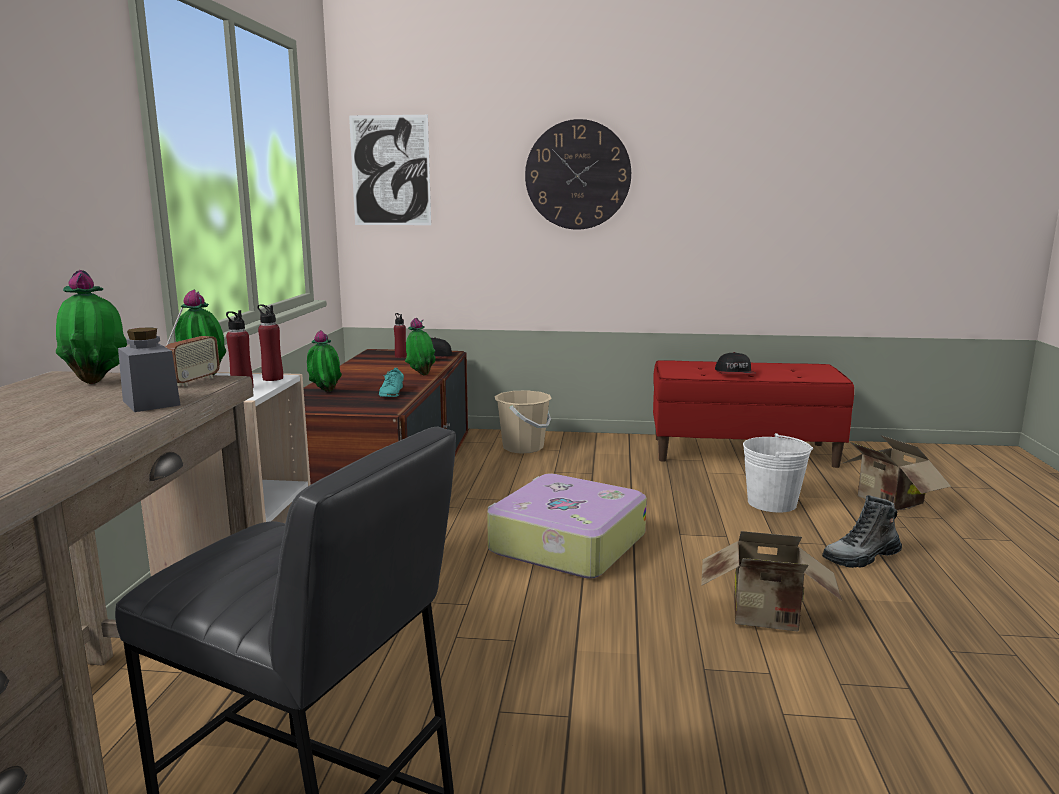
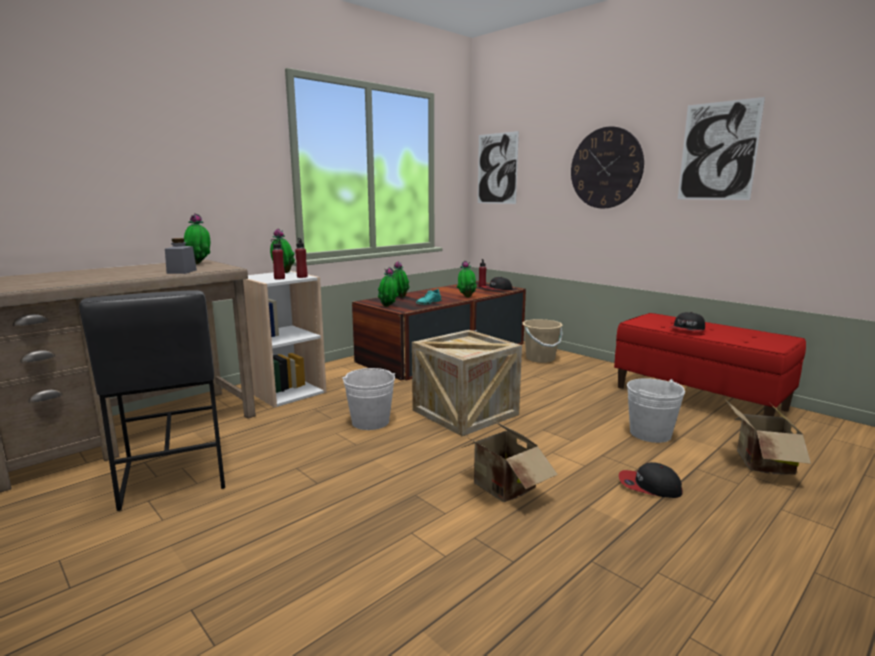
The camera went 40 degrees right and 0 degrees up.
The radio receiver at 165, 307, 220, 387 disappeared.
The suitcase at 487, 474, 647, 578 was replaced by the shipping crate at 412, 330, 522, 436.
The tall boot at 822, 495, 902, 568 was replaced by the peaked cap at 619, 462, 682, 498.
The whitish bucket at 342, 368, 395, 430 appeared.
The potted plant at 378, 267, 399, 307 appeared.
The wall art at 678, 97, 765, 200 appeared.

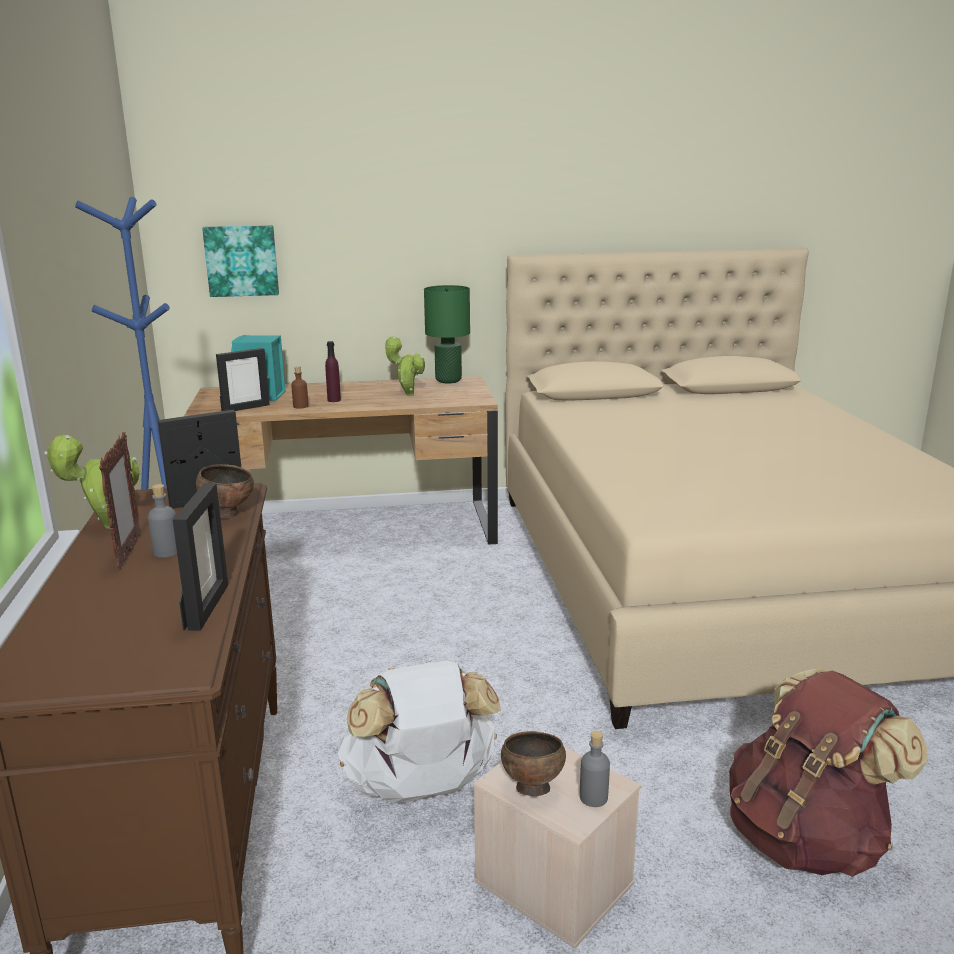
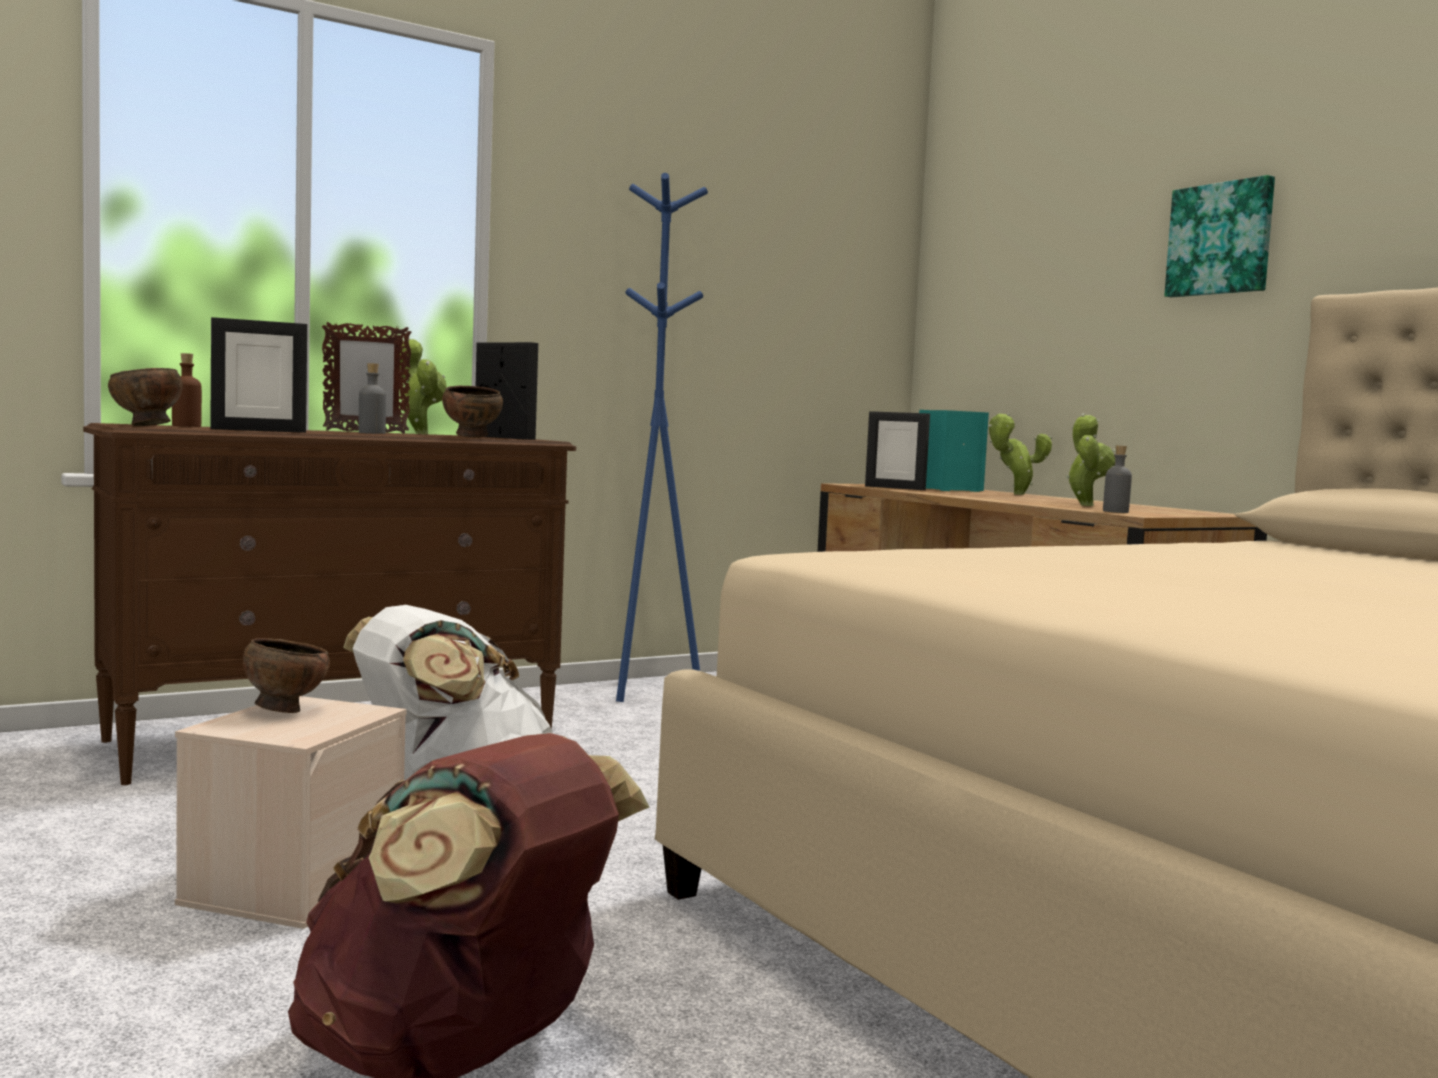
The camera went 65 degrees right and 15 degrees down.
The wall art moved from 202, 225, 279, 297 to 1164, 175, 1275, 298.
The brownish bottle moved from 291, 366, 309, 409 to 172, 353, 202, 427.
The purplish bottle at 325, 341, 341, 402 disappeared.
The greenish tabletop lamp at 424, 285, 470, 384 disappeared.
The gray bottle moved from 580, 731, 610, 807 to 1103, 445, 1132, 513.
The brownish deep dish at 108, 368, 183, 426 appeared.
The potted plant at 988, 413, 1052, 495 appeared.

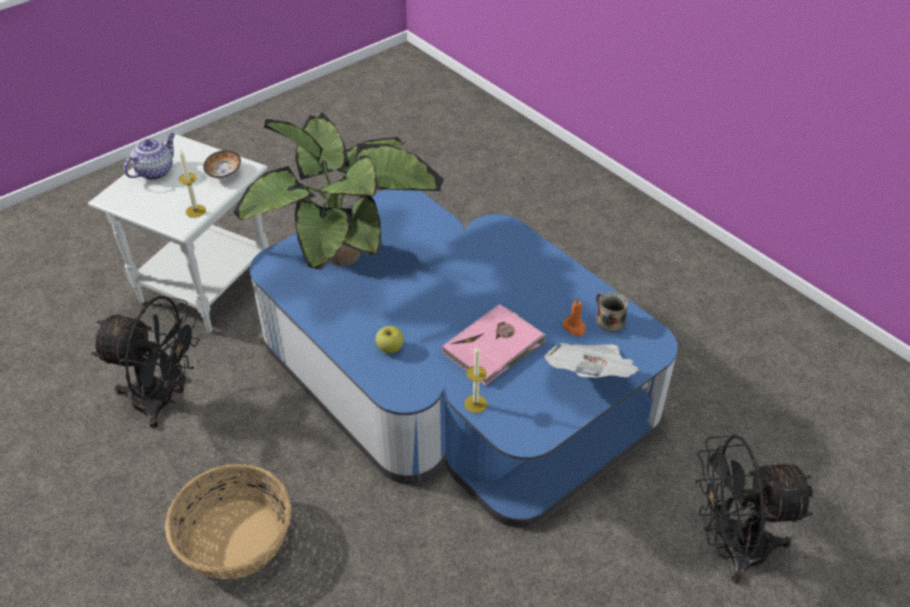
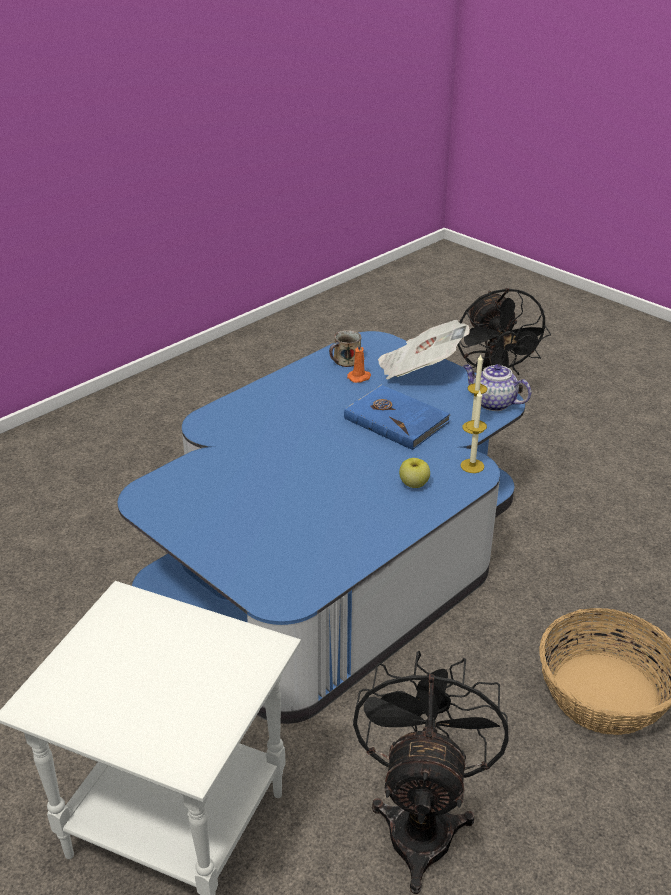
The camera went 95 degrees left and 10 degrees down.
The pot for tea moved from 124, 133, 175, 180 to 463, 364, 531, 411.
The candle moved from 179, 149, 206, 218 to 461, 391, 487, 473.
The deep dish at 203, 150, 241, 179 disappeared.
The potted plant at 233, 112, 444, 270 disappeared.
The pink book at 442, 304, 547, 386 became the bluish book at 344, 385, 451, 450.

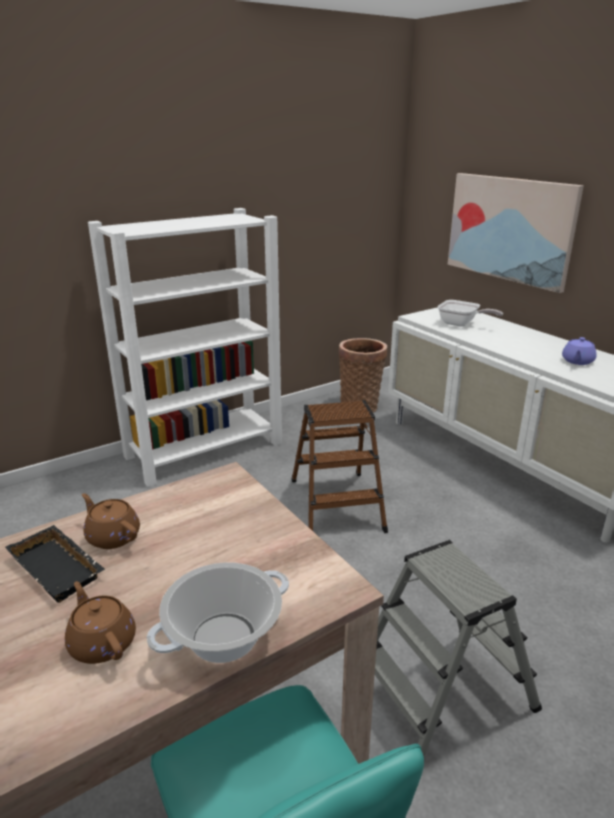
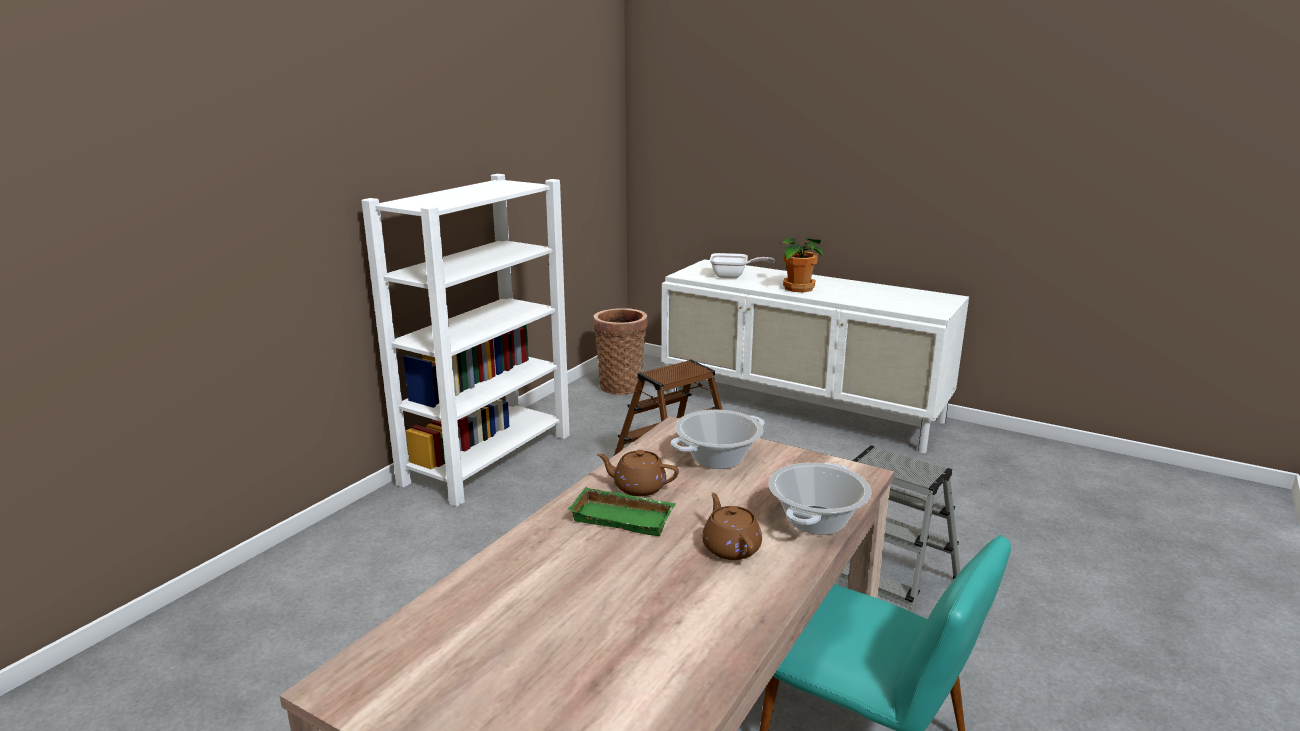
The camera went 25 degrees left and 5 degrees down.
The black-coloured serving tray at 5, 525, 105, 603 became the greenish serving tray at 567, 487, 676, 536.
The brownish pot for tea at 65, 581, 136, 664 turned 45 degrees clockwise.
The wall art at 448, 173, 584, 293 disappeared.
The purplish pot for tea at 562, 337, 596, 365 disappeared.
The saucepot at 671, 410, 764, 469 appeared.
The potted plant at 782, 237, 823, 293 appeared.

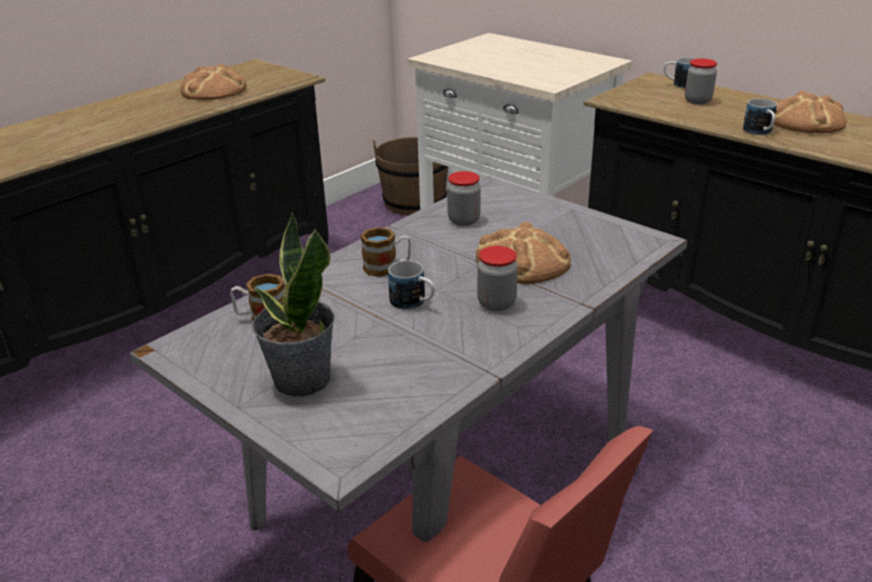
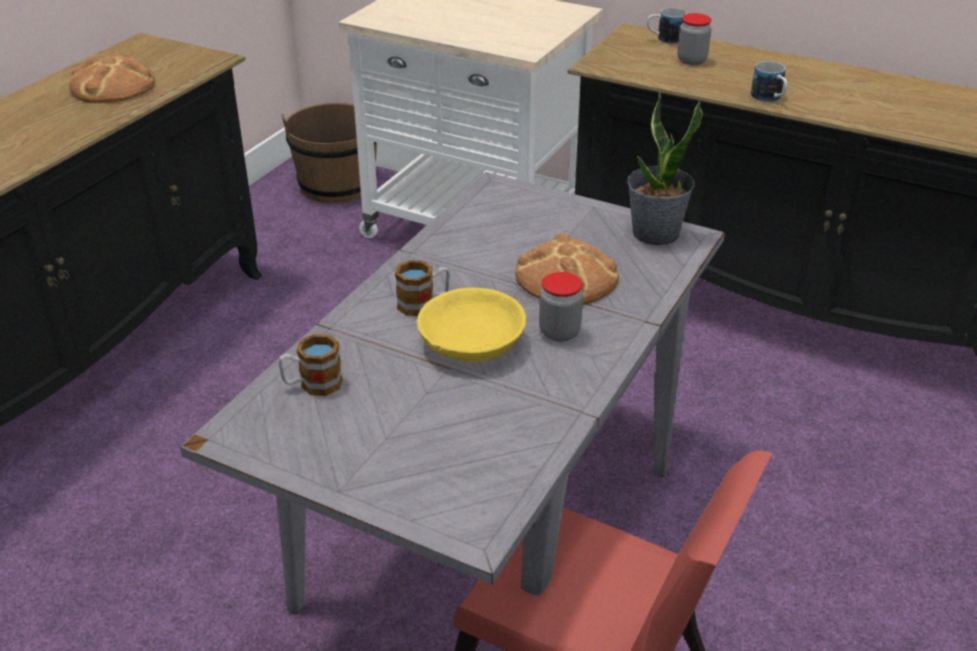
The camera went 15 degrees left and 5 degrees up.
The potted plant moved from 252, 213, 334, 397 to 627, 91, 703, 245.
The coffee mug at 388, 260, 435, 310 was replaced by the yellow deep dish at 417, 288, 526, 362.
The preserve jar at 447, 171, 481, 226 disappeared.
The bakery bread at 774, 91, 847, 133 disappeared.

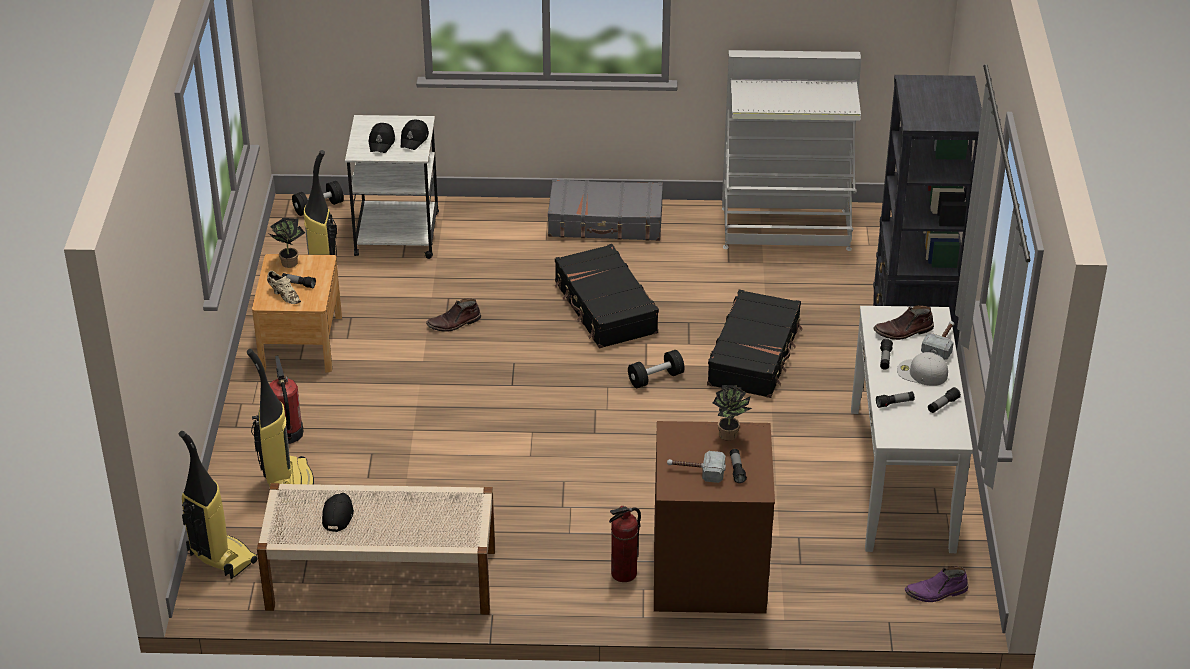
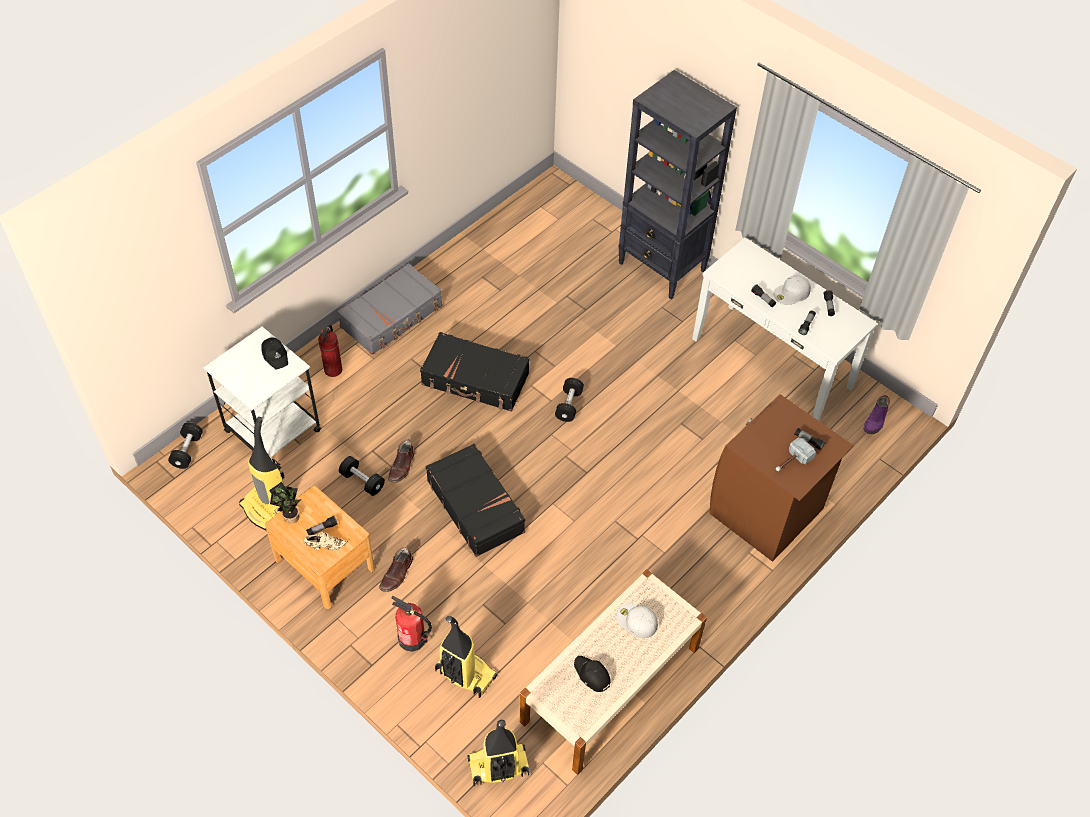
The camera went 50 degrees left and 15 degrees up.
The black-coloured peaked cap at 369, 123, 395, 153 disappeared.
The fire-fighting cylinder moved from 609, 506, 641, 582 to 318, 325, 342, 377.
The black-coloured suitcase moved from 707, 289, 803, 398 to 426, 444, 525, 557.
The potted plant at 713, 385, 752, 441 disappeared.
The whitish shoe stand at 722, 50, 861, 251 disappeared.
The brownish tall boot moved from 873, 305, 934, 340 to 379, 547, 413, 592.
The hammer at 921, 321, 954, 360 disappeared.
The black-coloured dumbbell at 339, 456, 385, 496 appeared.
The whitish peaked cap at 616, 603, 658, 638 appeared.

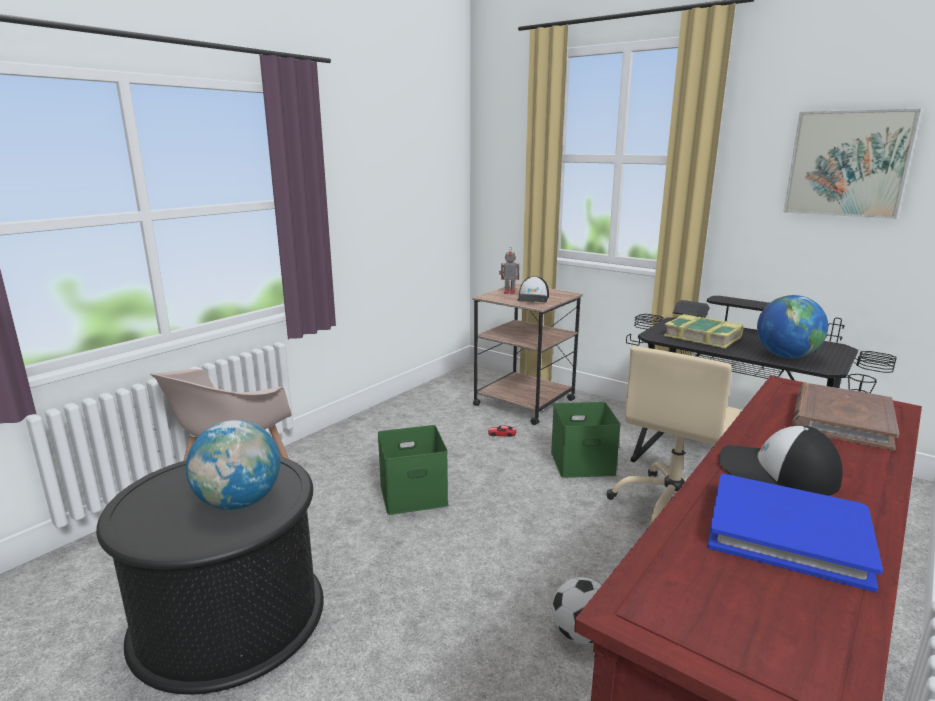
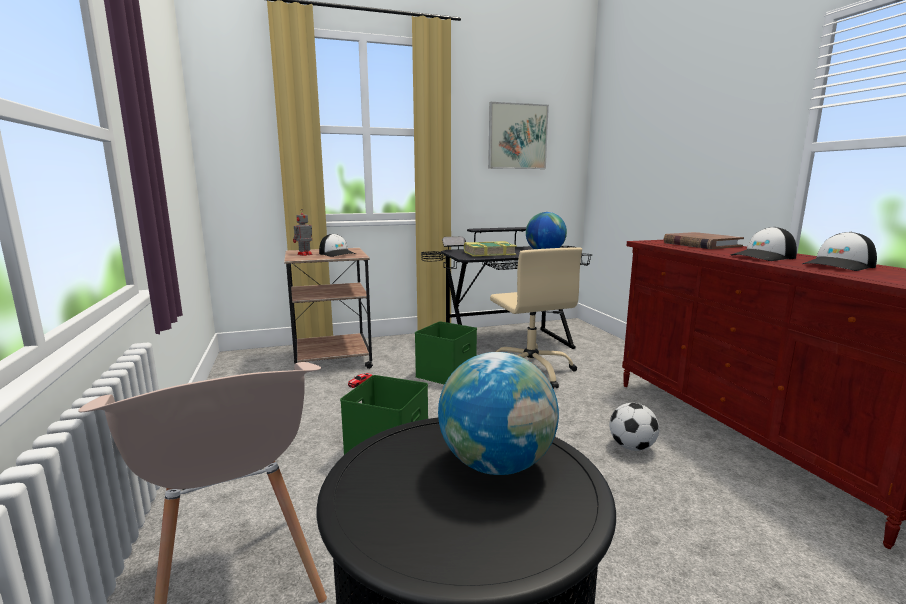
The camera went 55 degrees left and 5 degrees down.
The bluish book at 708, 474, 883, 593 was replaced by the peaked cap at 802, 232, 877, 271.

